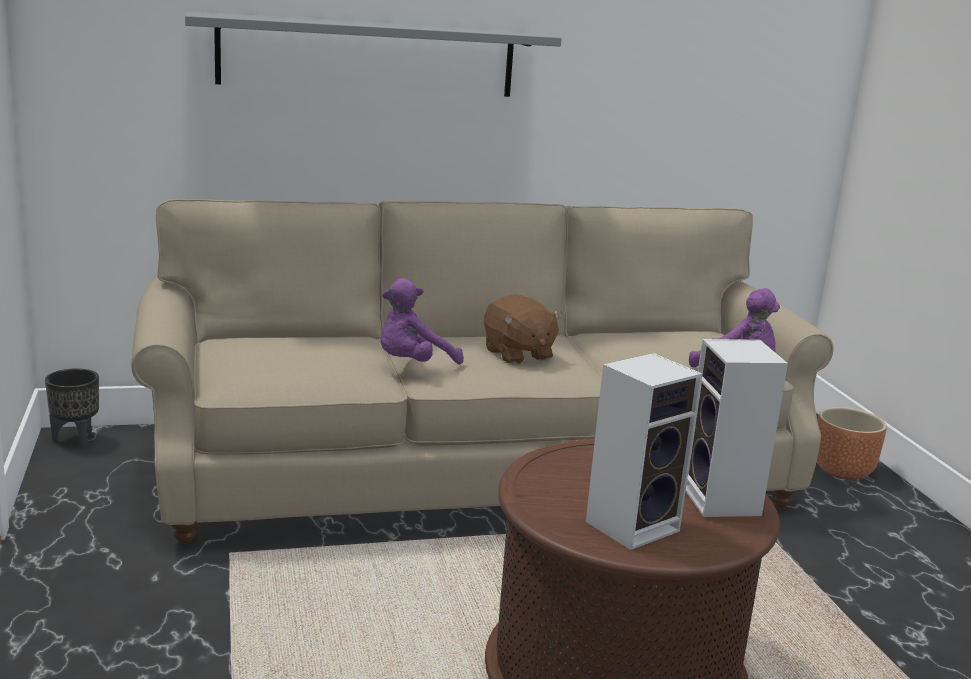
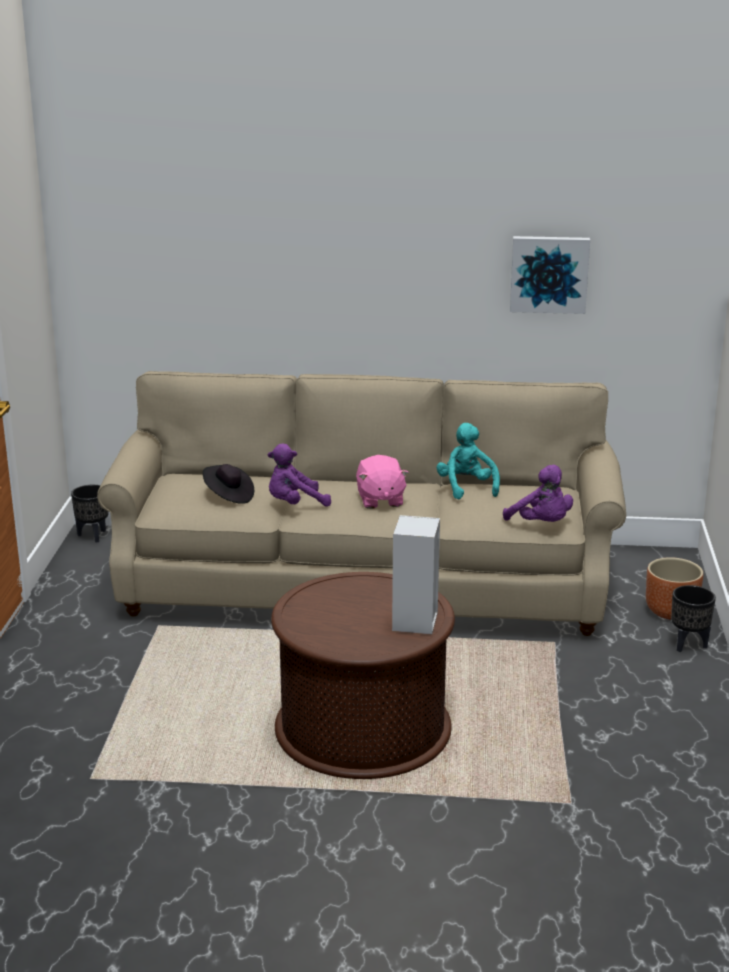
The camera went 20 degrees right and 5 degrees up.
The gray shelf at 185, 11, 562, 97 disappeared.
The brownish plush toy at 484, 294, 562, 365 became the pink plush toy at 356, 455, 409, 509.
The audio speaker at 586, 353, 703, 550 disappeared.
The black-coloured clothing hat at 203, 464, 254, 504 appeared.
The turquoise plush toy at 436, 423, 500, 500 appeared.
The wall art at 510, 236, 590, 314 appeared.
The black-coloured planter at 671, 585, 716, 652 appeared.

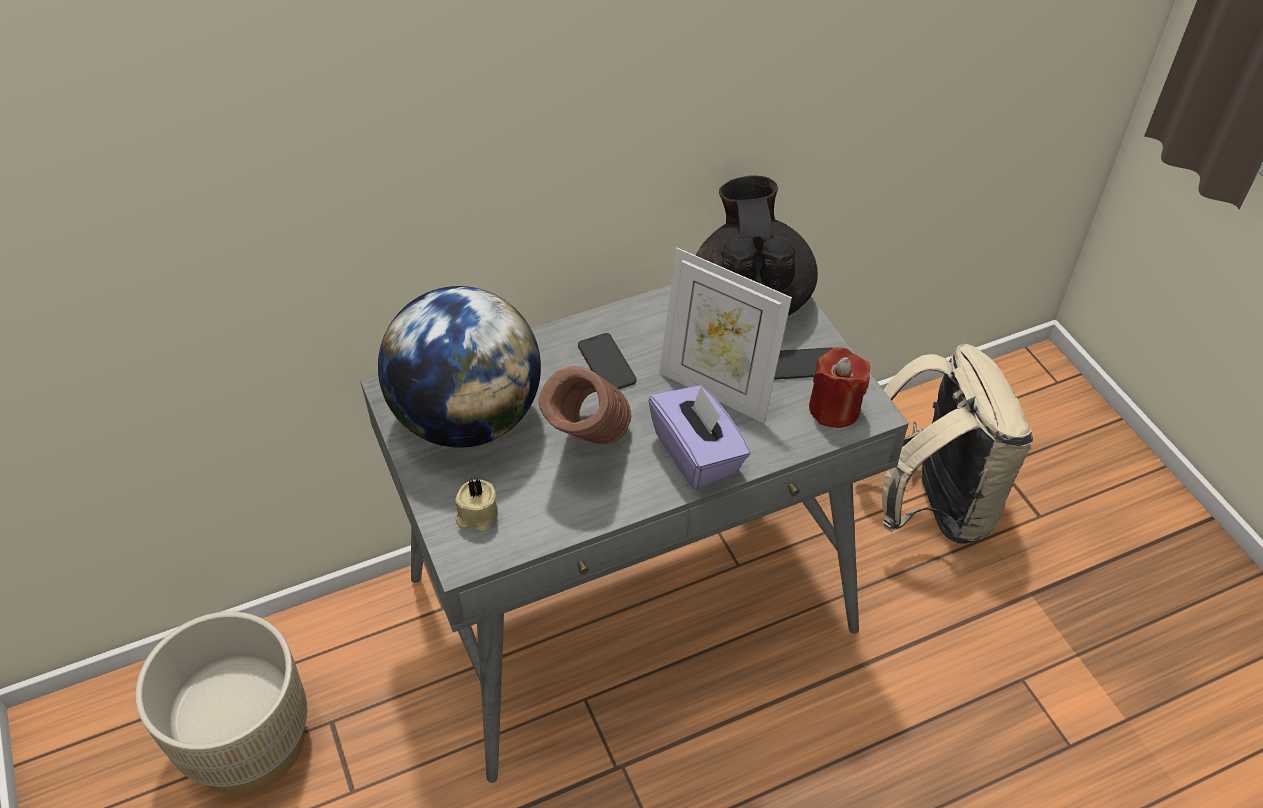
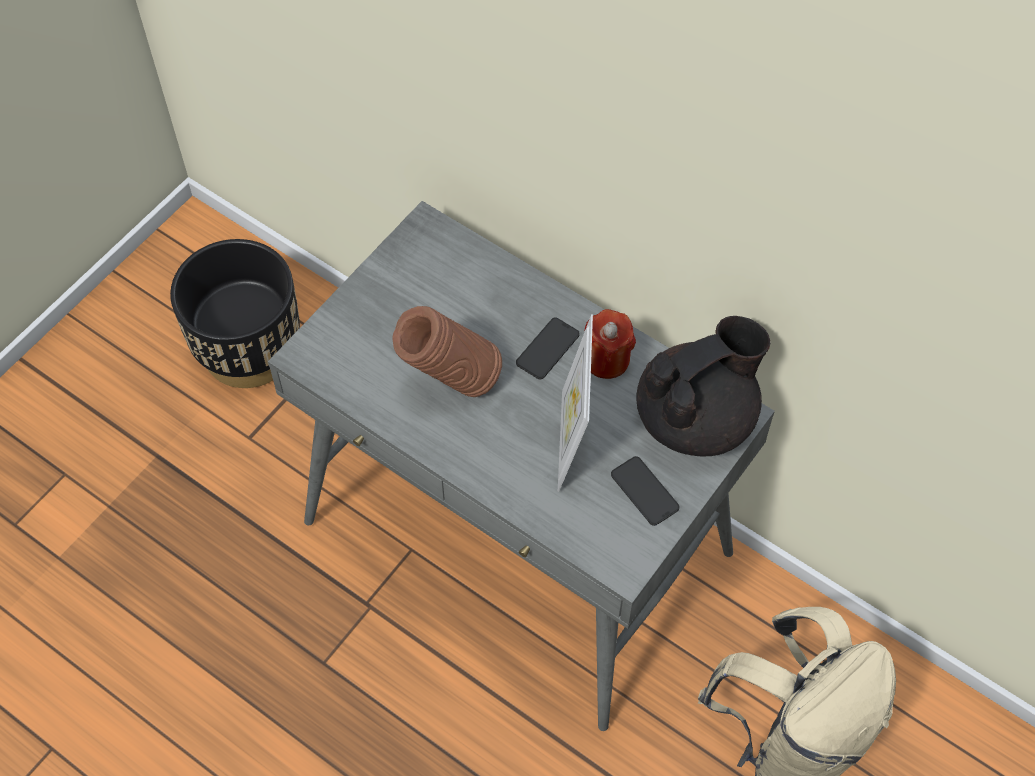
The camera went 60 degrees right and 10 degrees up.
The sand-coloured planter at 135, 612, 307, 795 became the black-coloured planter at 170, 239, 300, 388.
The world globe at 378, 286, 541, 448 disappeared.
The sand-coloured candle at 455, 478, 498, 532 disappeared.
The purplish box of tissues at 648, 385, 751, 490 disappeared.
The red-coloured candle moved from 809, 347, 870, 428 to 585, 309, 636, 379.

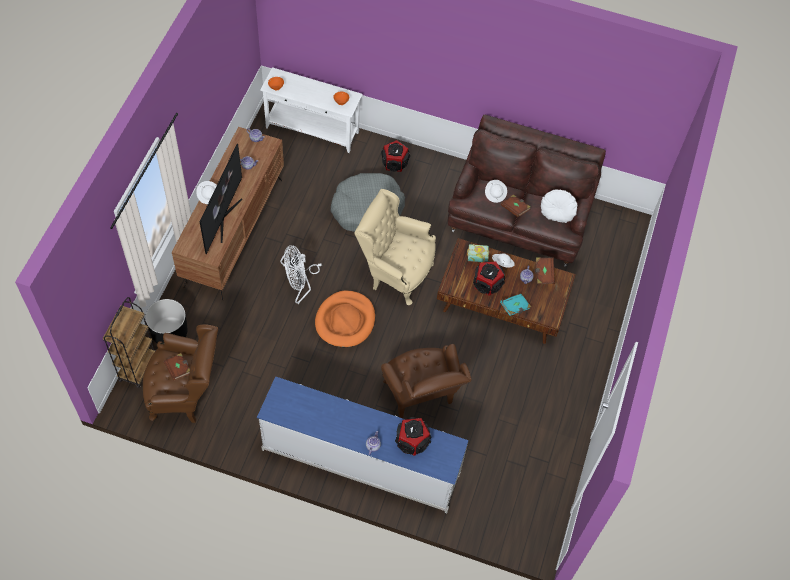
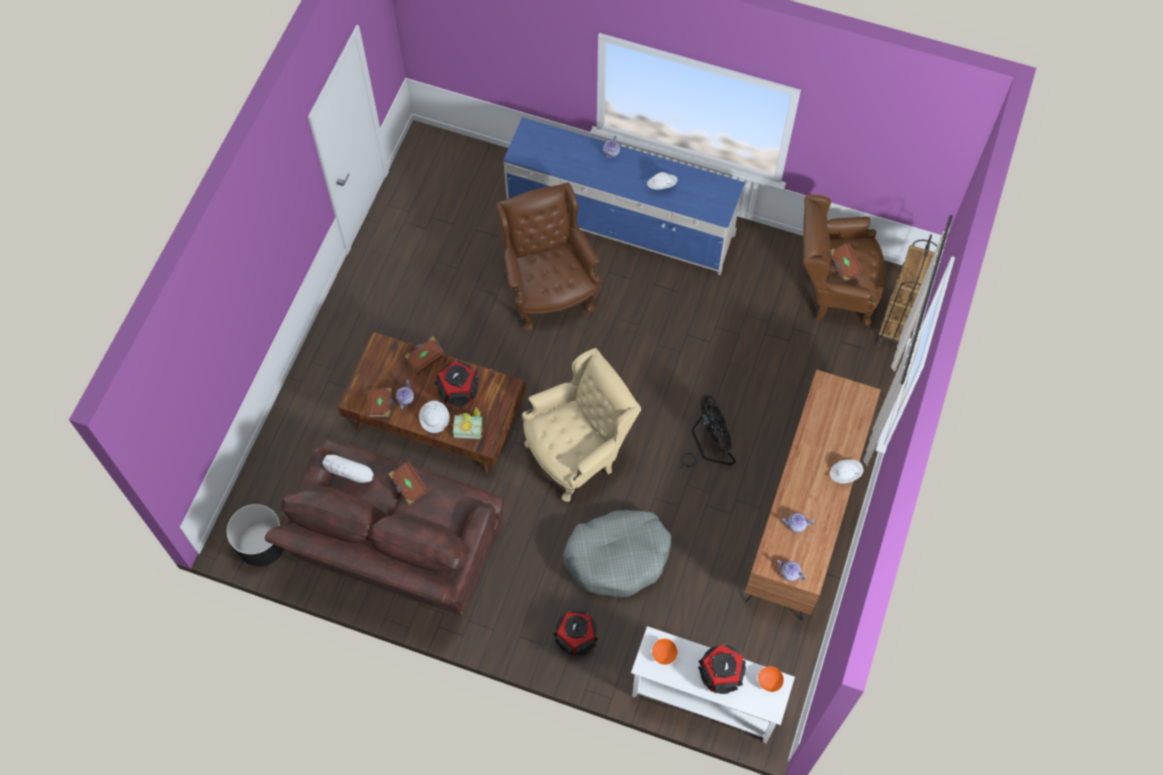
The camera went 175 degrees left and 5 degrees up.
The black-coloured planter moved from 145, 299, 187, 343 to 227, 504, 284, 566.
The television at 200, 144, 242, 254 disappeared.
The whitish fan at 280, 245, 322, 304 became the black-coloured fan at 678, 395, 736, 468.
The orange-coloured dog cushion at 315, 291, 375, 347 disappeared.
The sand-coloured easy chair at 354, 189, 436, 305 turned 60 degrees counterclockwise.
The audio speaker moved from 395, 417, 431, 456 to 698, 644, 746, 694.
The whitish clothing hat moved from 485, 180, 507, 203 to 647, 172, 678, 189.
The turquoise book at 500, 294, 531, 316 became the brownish book at 405, 336, 445, 375.

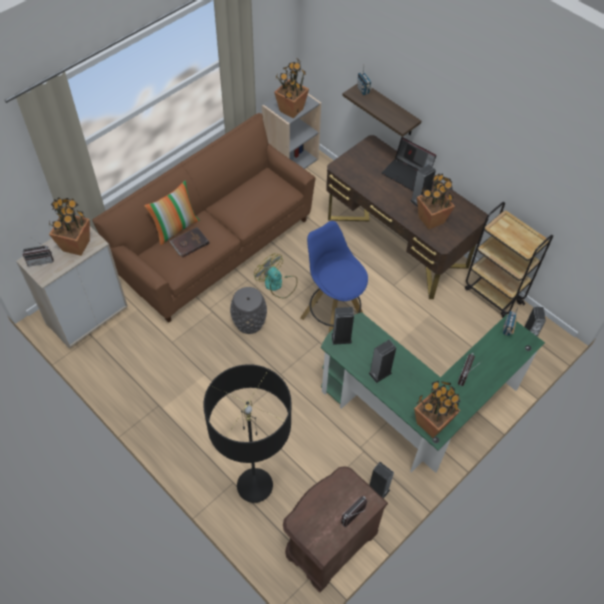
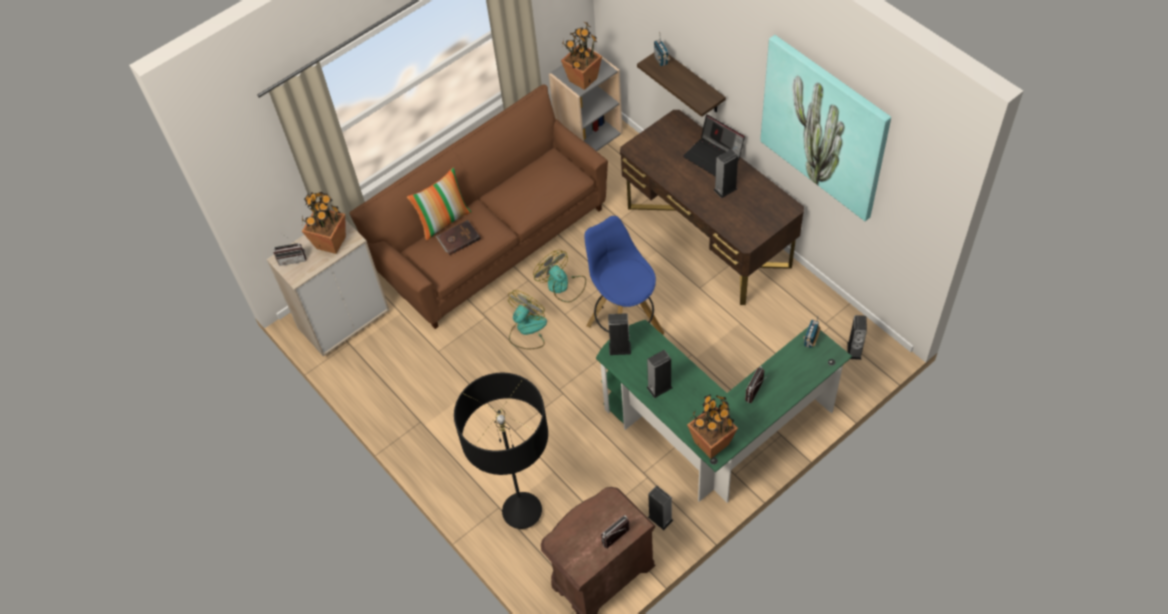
The camera went 10 degrees right and 0 degrees up.
The gray stool seat at 230, 287, 267, 334 was replaced by the fan at 508, 290, 547, 349.
The potted plant at 417, 173, 455, 229 disappeared.
The brownish cart at 465, 202, 553, 318 disappeared.
The wall art at 760, 35, 891, 221 appeared.

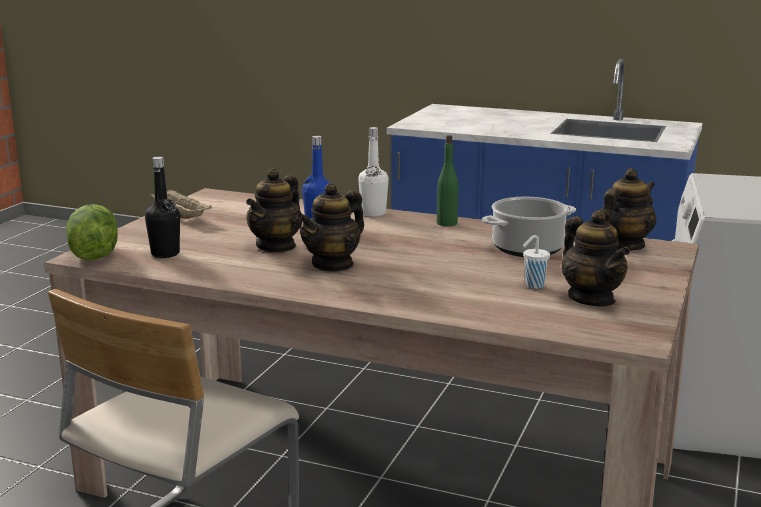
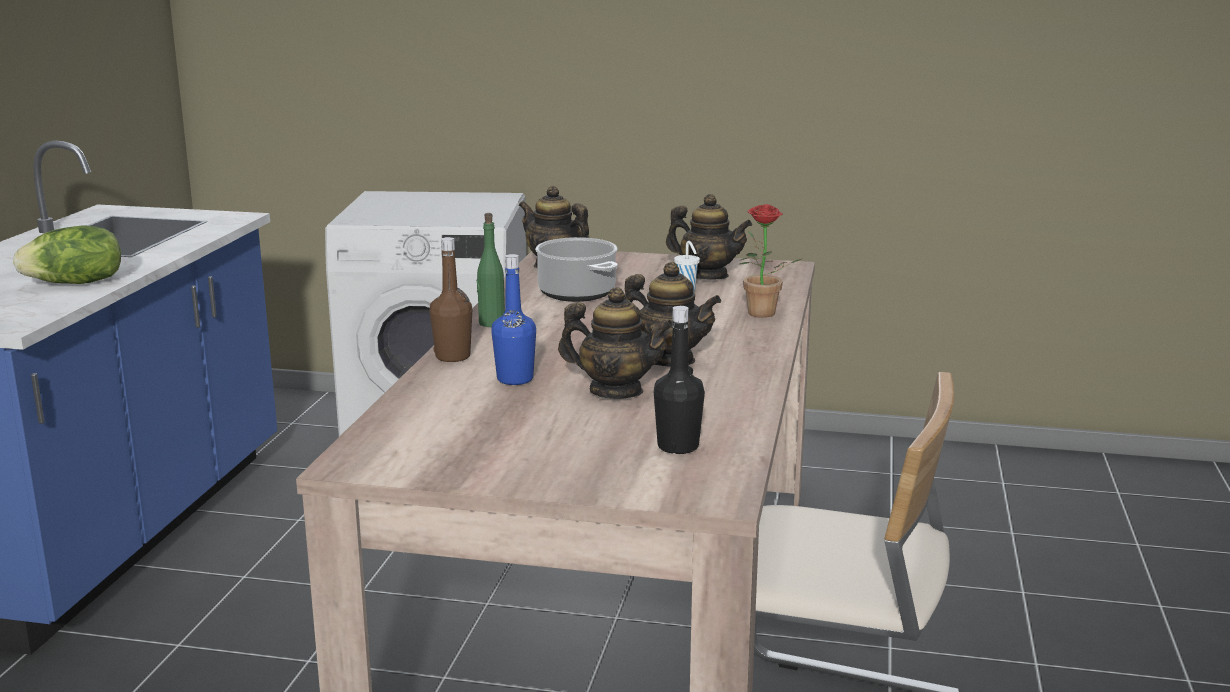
The camera went 100 degrees left and 0 degrees up.
The lettuce head moved from 66, 204, 118, 260 to 13, 225, 121, 284.
The sand-coloured serving tray at 150, 189, 212, 219 disappeared.
The whitish bottle at 358, 127, 389, 217 became the brownish bottle at 429, 237, 472, 362.
The pot for tea at 562, 210, 630, 306 turned 60 degrees clockwise.
The potted plant at 739, 204, 803, 318 appeared.

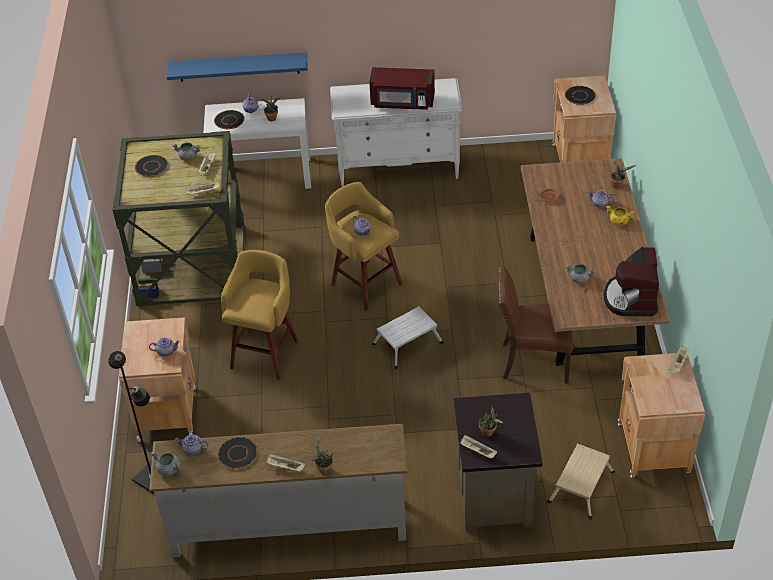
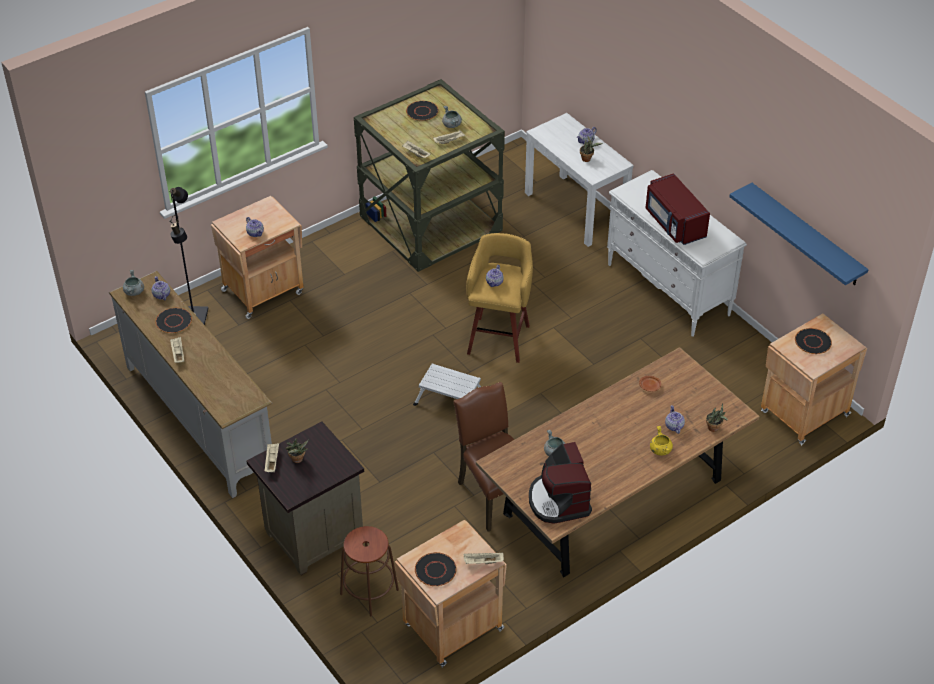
The camera went 55 degrees right and 0 degrees up.
The bluish shelf moved from 167, 52, 308, 82 to 729, 183, 869, 285.
The black-coloured dinner plate moved from 214, 110, 245, 129 to 415, 552, 457, 586.
The yellow stool seat at 221, 250, 299, 380 disappeared.
The potted plant at 311, 433, 333, 474 disappeared.
The sand-coloured step stool at 547, 444, 615, 520 was replaced by the brownish stool seat at 340, 526, 399, 616.
The coffee machine at 604, 247, 659, 316 turned 75 degrees counterclockwise.

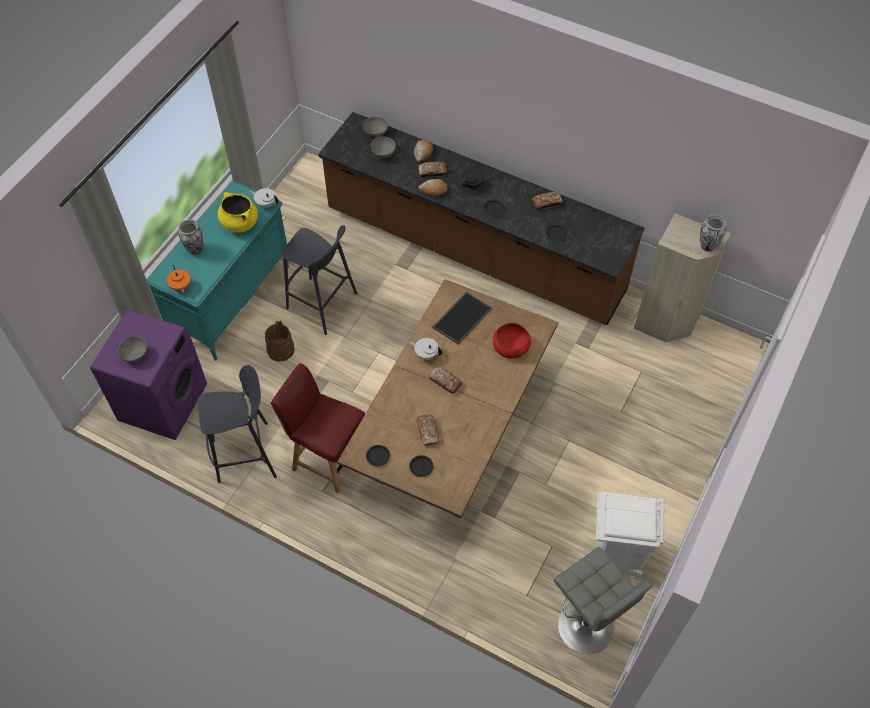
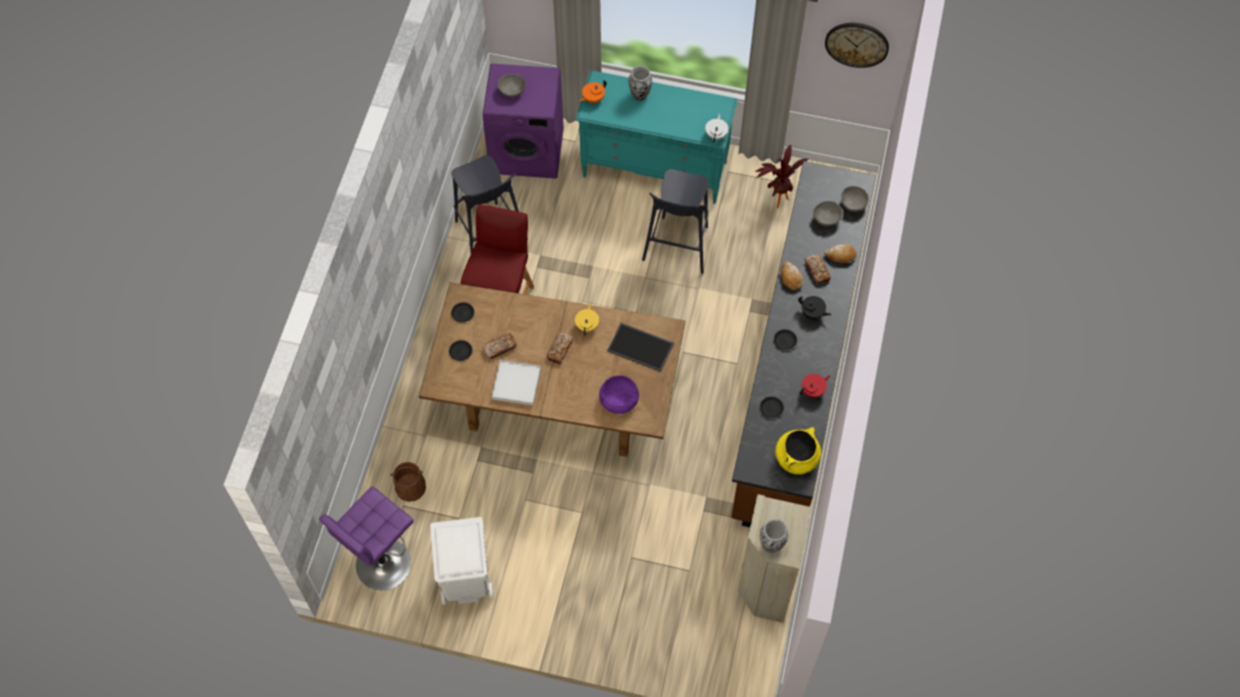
The camera went 75 degrees right and 5 degrees up.
The yellow saucepot moved from 217, 192, 258, 233 to 775, 427, 821, 475.
The brownish bucket moved from 265, 320, 295, 362 to 390, 462, 426, 502.
The whitish pot for tea at 409, 338, 442, 360 became the yellow pot for tea at 575, 303, 599, 335.
The red-coloured deep dish at 493, 323, 531, 359 became the purplish deep dish at 599, 375, 639, 414.
The bakery bread at 532, 192, 563, 210 was replaced by the red-coloured pot for tea at 800, 374, 830, 398.
The gray stool seat at 554, 547, 653, 654 became the purplish stool seat at 319, 486, 414, 590.
The whitish serving tray at 491, 360, 541, 406 appeared.
The potted plant at 755, 145, 808, 208 appeared.
The clock on the wall at 825, 23, 889, 68 appeared.

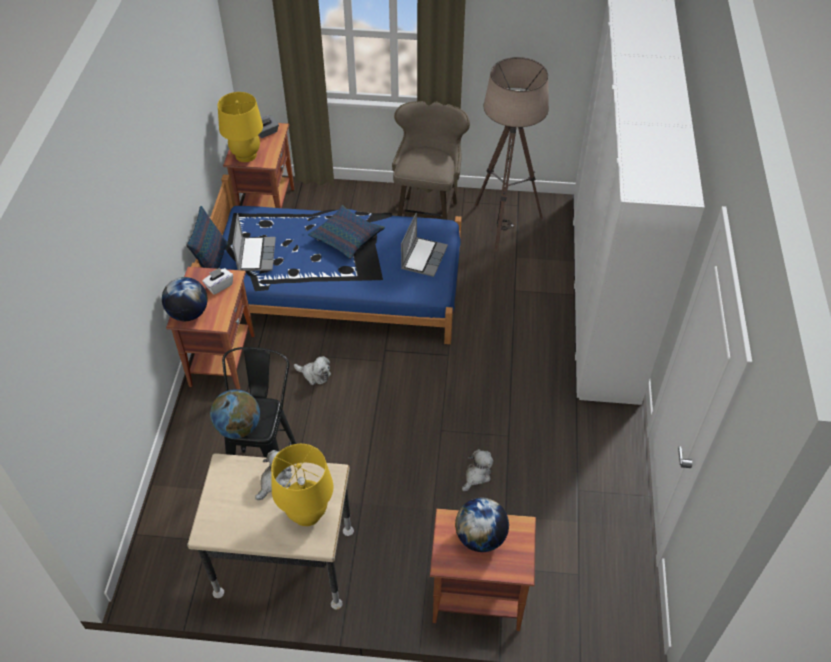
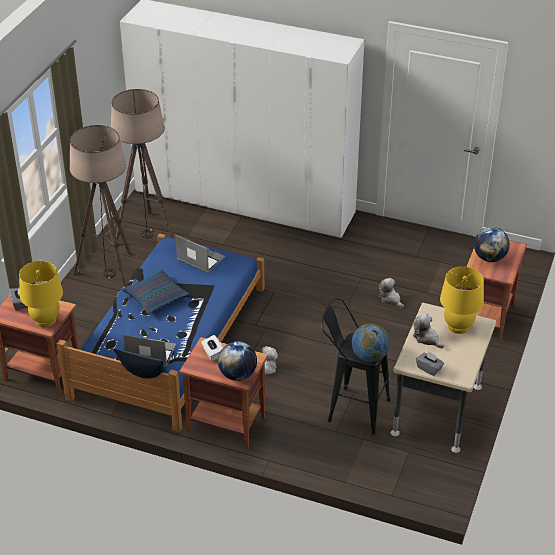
The camera went 75 degrees left and 10 degrees down.
The sand-coloured stool seat at 392, 101, 470, 220 was replaced by the floor lamp at 69, 125, 131, 287.
The gray box of tissues at 416, 351, 444, 376 appeared.

